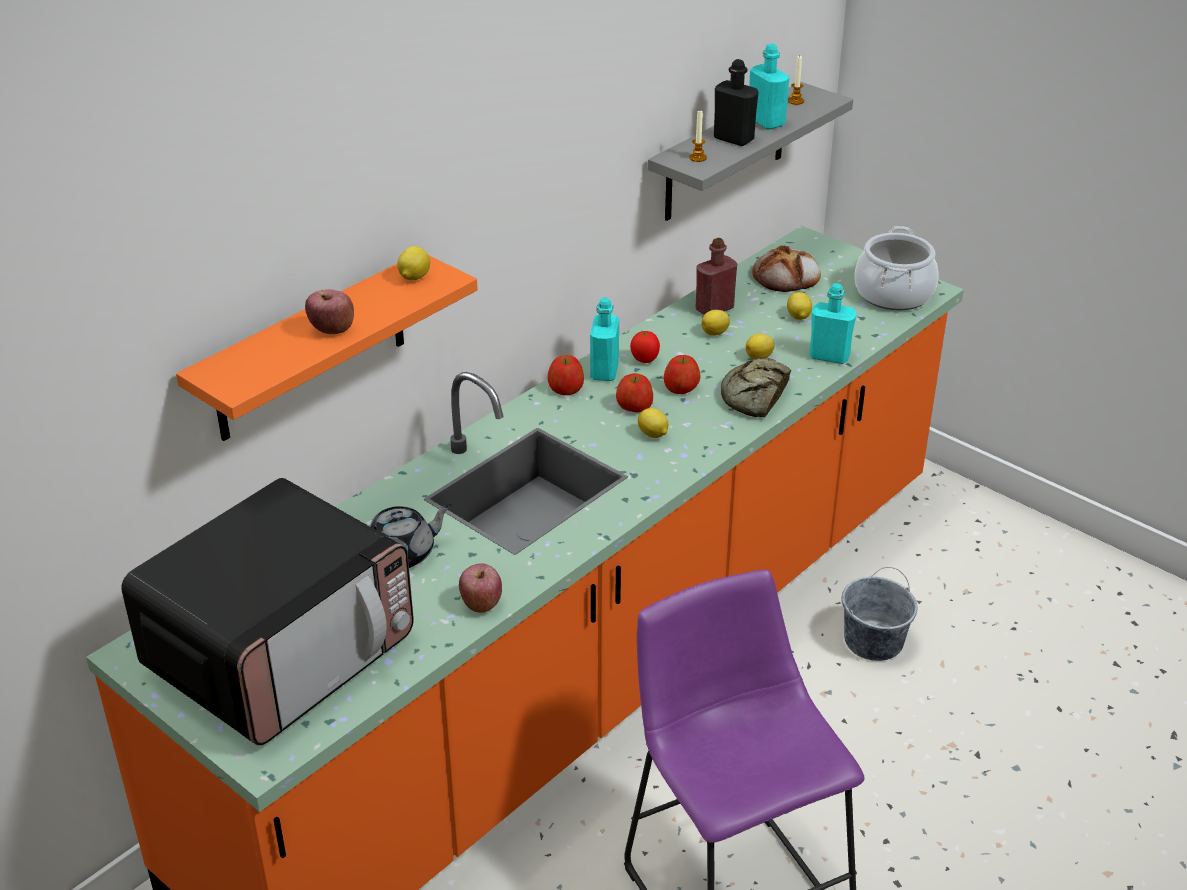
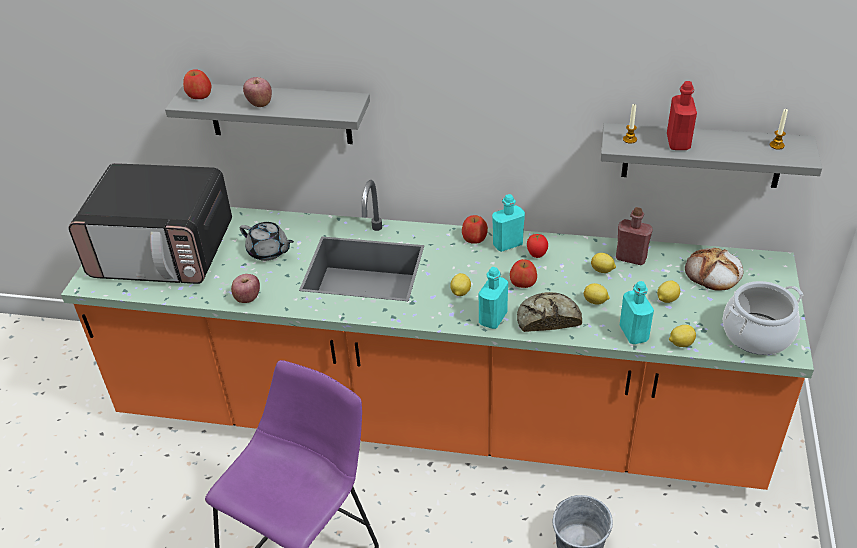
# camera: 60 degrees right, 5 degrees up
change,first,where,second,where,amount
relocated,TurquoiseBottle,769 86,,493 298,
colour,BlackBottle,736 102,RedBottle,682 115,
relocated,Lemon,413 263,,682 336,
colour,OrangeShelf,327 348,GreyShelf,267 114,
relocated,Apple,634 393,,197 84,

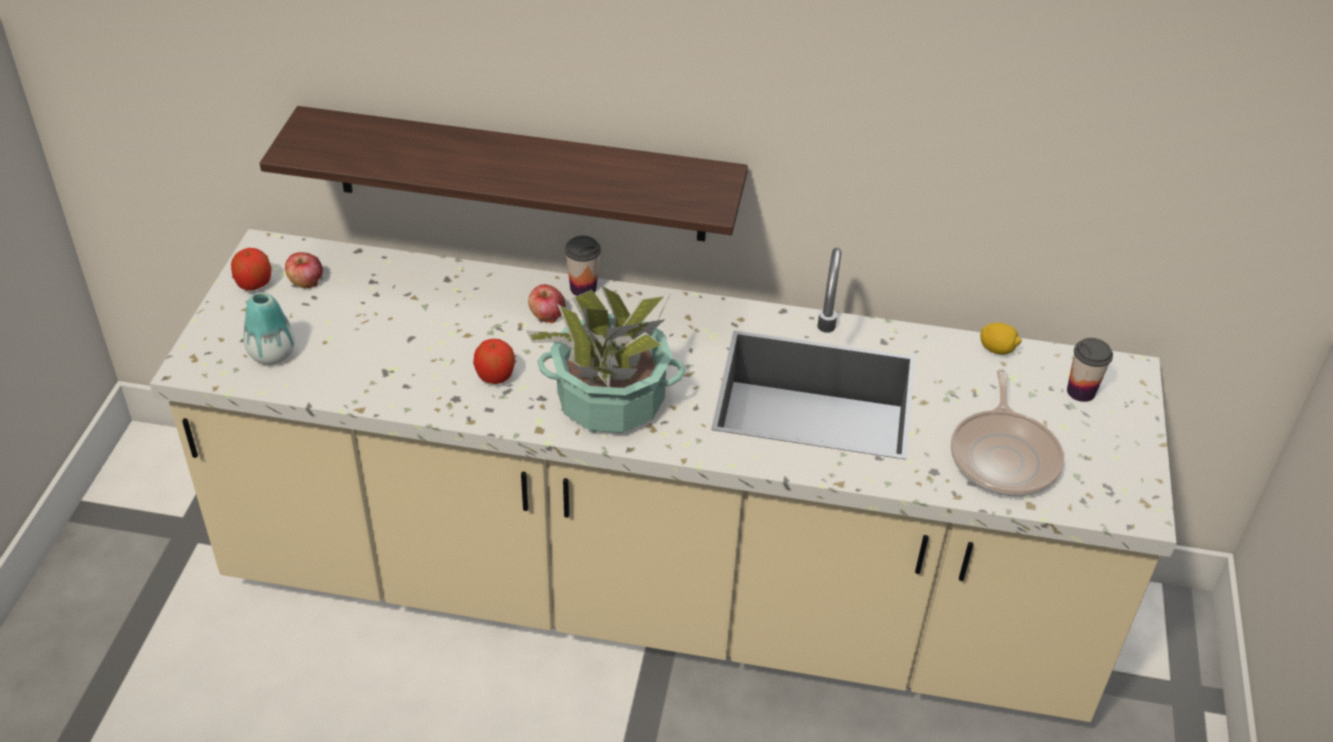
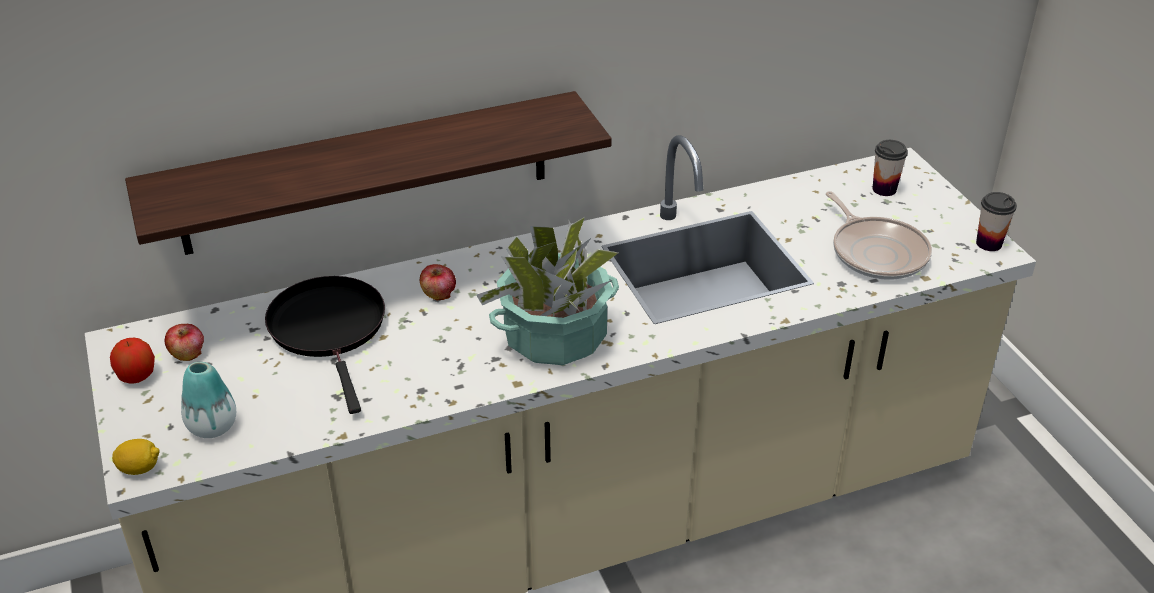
# camera: 30 degrees left, 5 degrees down
change,first,where,second,where,amount
relocated,Cup,583 266,,996 221,
relocated,Lemon,1001 339,,136 457,
missing,Apple,494 361,,,
appeared,,,BlackFryingPan,325 345,

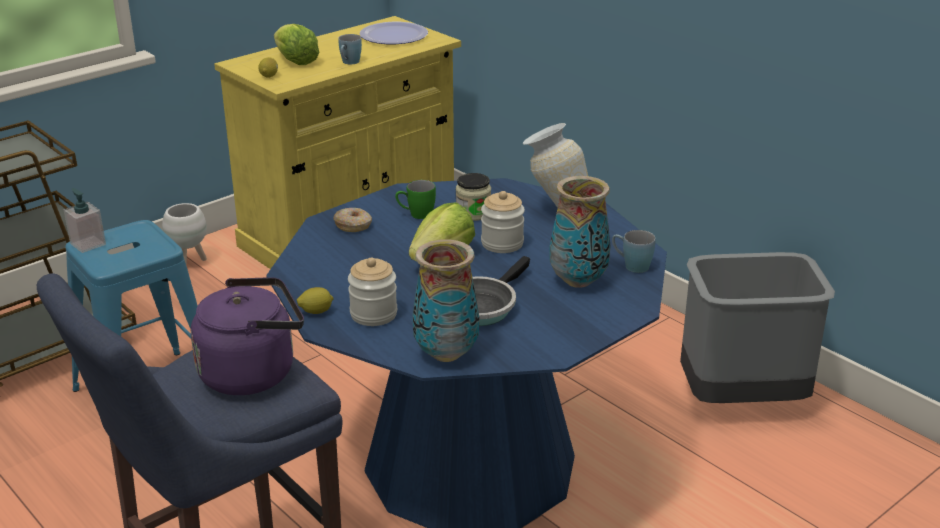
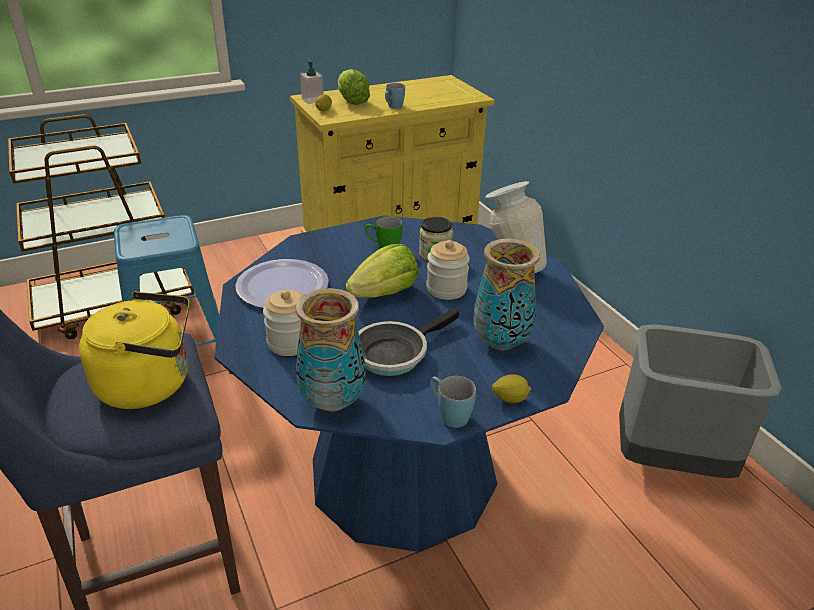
# camera: 15 degrees right, 5 degrees up
change,first,where,second,where,amount
relocated,Plate,394 33,,282 283,
relocated,SoapDispenser,85 220,,312 81,
missing,WhitePlanter,184 234,,,
missing,Donut,352 220,,,
relocated,BlueMug,634 251,,453 402,
colour,PurpleKettle,247 336,YellowKettle,134 350,
relocated,Lemon,315 300,,511 388,

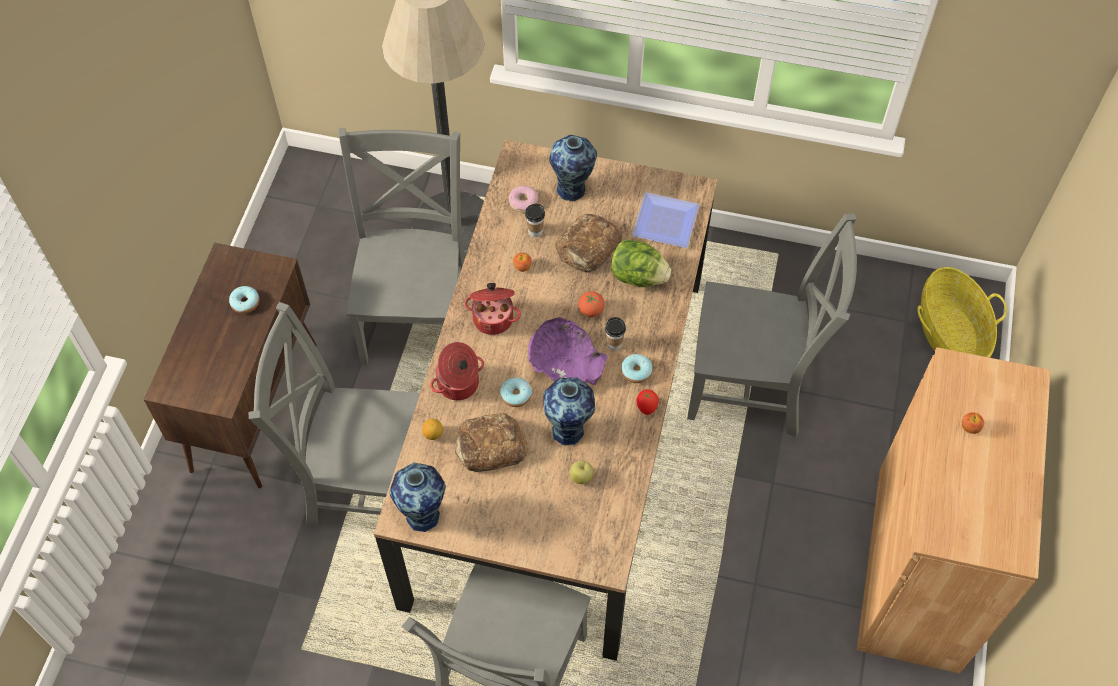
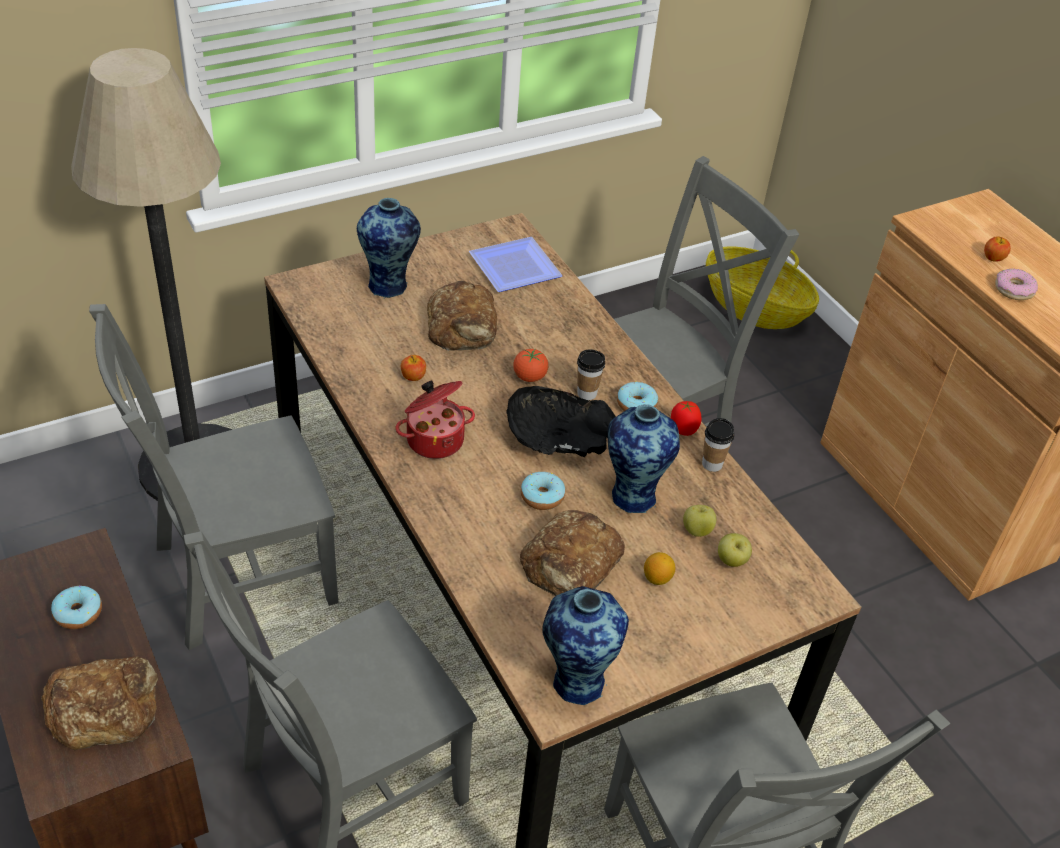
# camera: 45 degrees left, 15 degrees down
change,first,where,second,where,amount
spun,GreyChair,401 246,,213 477,75 degrees counterclockwise
relocated,Donut,523 199,,1016 284,
relocated,Cup,535 220,,718 445,
missing,Lettuce,641 263,,,
colour,PurpleBowl,568 351,BlackBowl,561 421,
missing,CookingPot,457 371,,,
relocated,Lemon,432 429,,659 568,
appeared,,,Apple,735 550,
appeared,,,Bread,99 703,

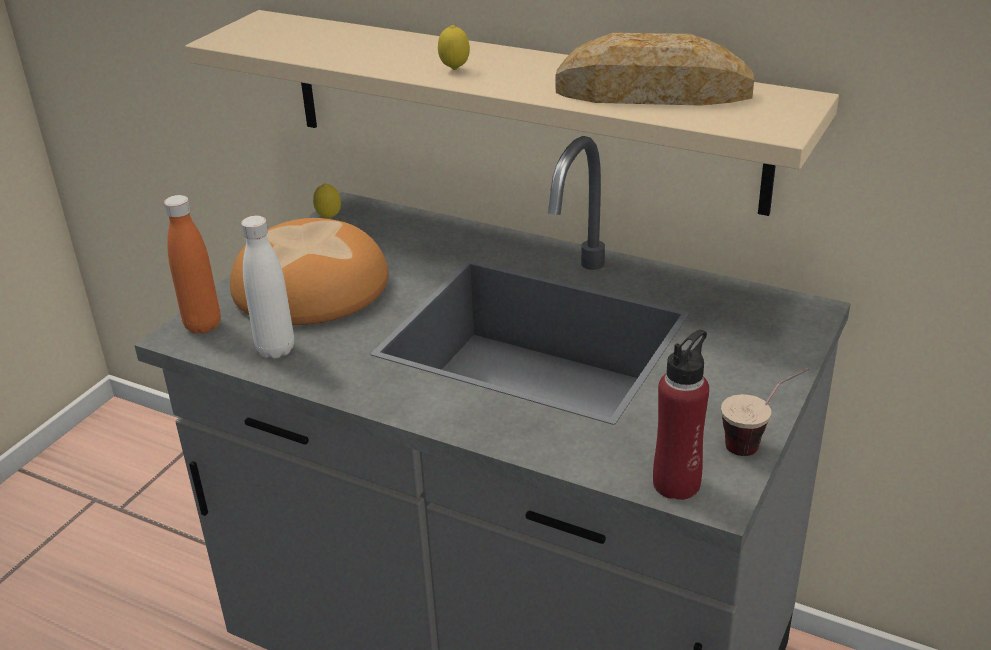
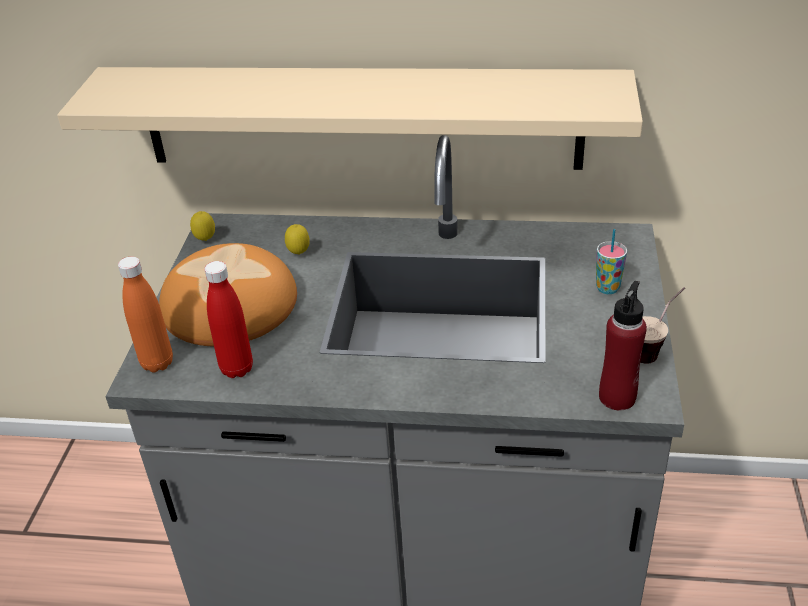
# camera: 20 degrees left, 5 degrees up
change,first,where,second,where,amount
relocated,Lemon,454 47,,297 239,
missing,Bread,655 69,,,
colour,WhiteBottle,267 287,RedBottle,228 319,
appeared,,,Cup,611 261,

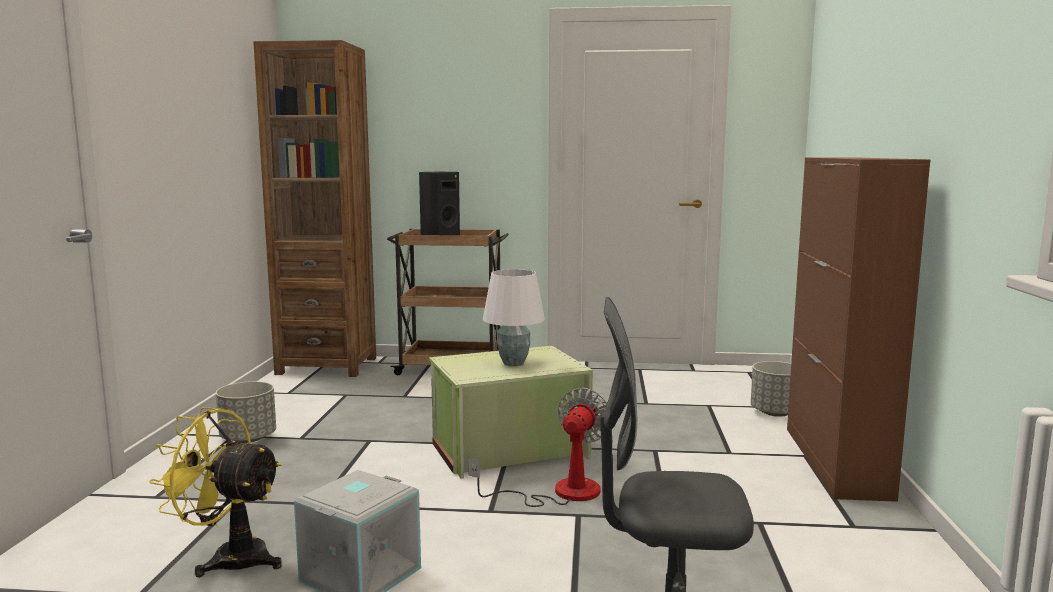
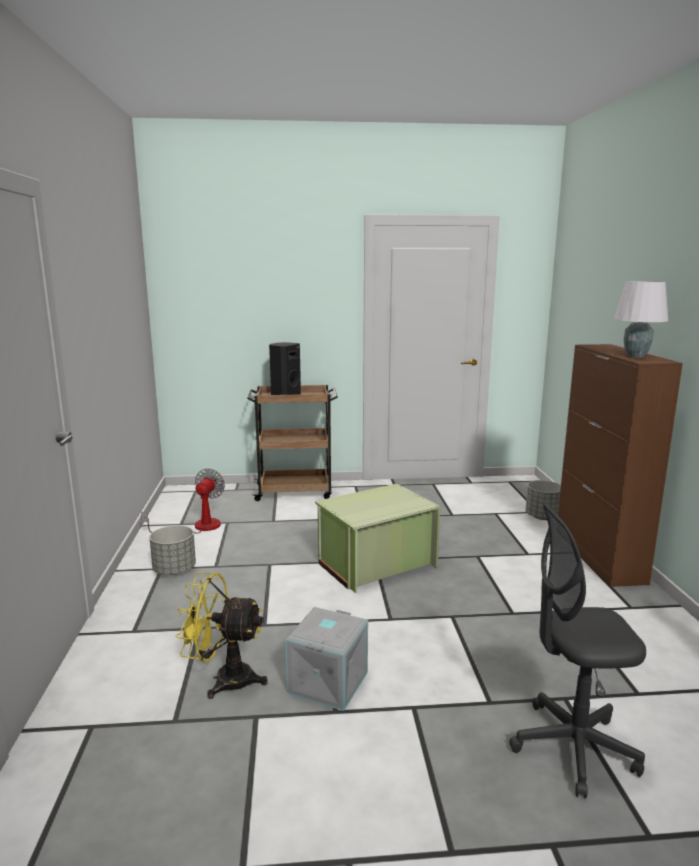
# camera: 10 degrees left, 5 degrees up
change,first,where,second,where,amount
missing,BrownBookcase,314 208,,,
relocated,WhiteTableLamp,514 317,,641 319,
relocated,Fan,537 447,,183 501,

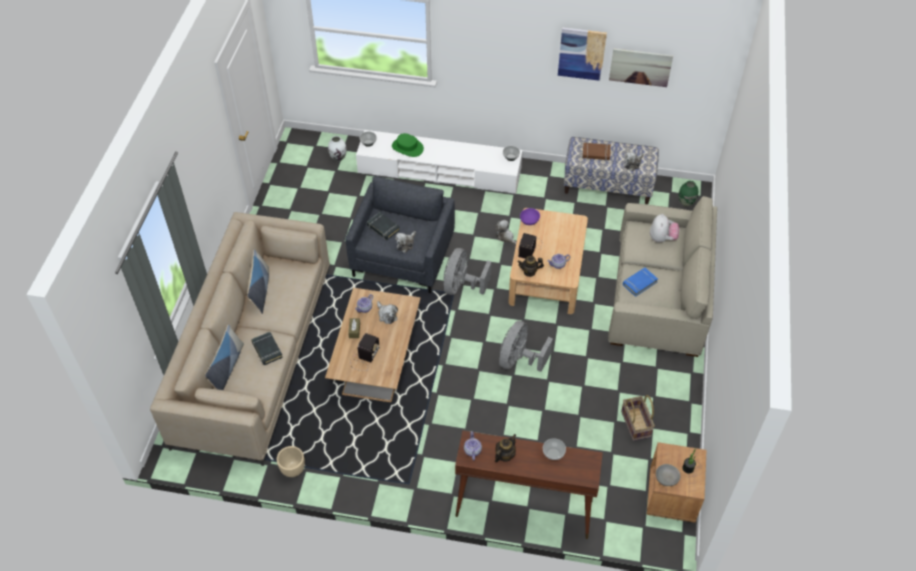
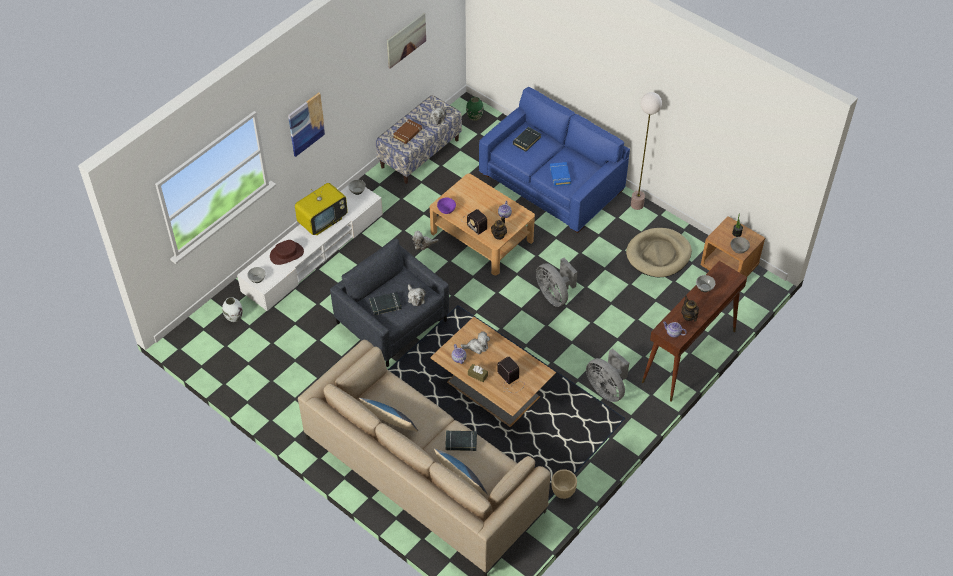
# camera: 60 degrees left, 0 degrees up
change,first,where,second,where,amount
relocated,Picture,582 54,,306 125,
colour,GreenHat,408 145,BrownHat,287 252,
colour,BeigeSofa,662 276,BlueSofa,554 160,
exchanged,PlushToy,664 228,BlackBook,527 139,
relocated,GreyFan,468 271,,607 375,
exchanged,Basket,638 418,BeigeDogBed,659 252,
appeared,,,FloorLamp,646 151,
appeared,,,Television,321 209,

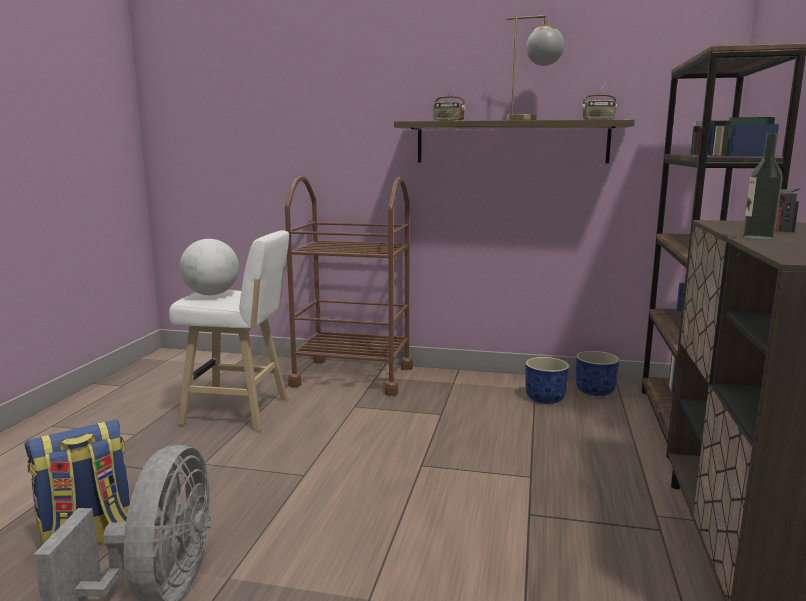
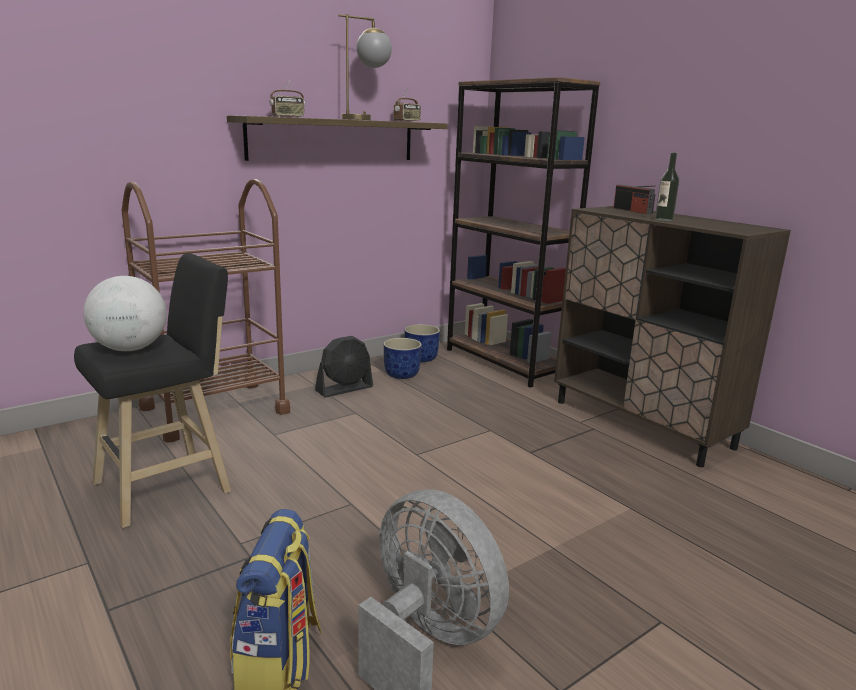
# camera: 50 degrees left, 5 degrees up
change,first,where,second,where,amount
colour,WhiteStool,229 330,BlackStool,152 390,
appeared,,,BlackFan,344 366,

